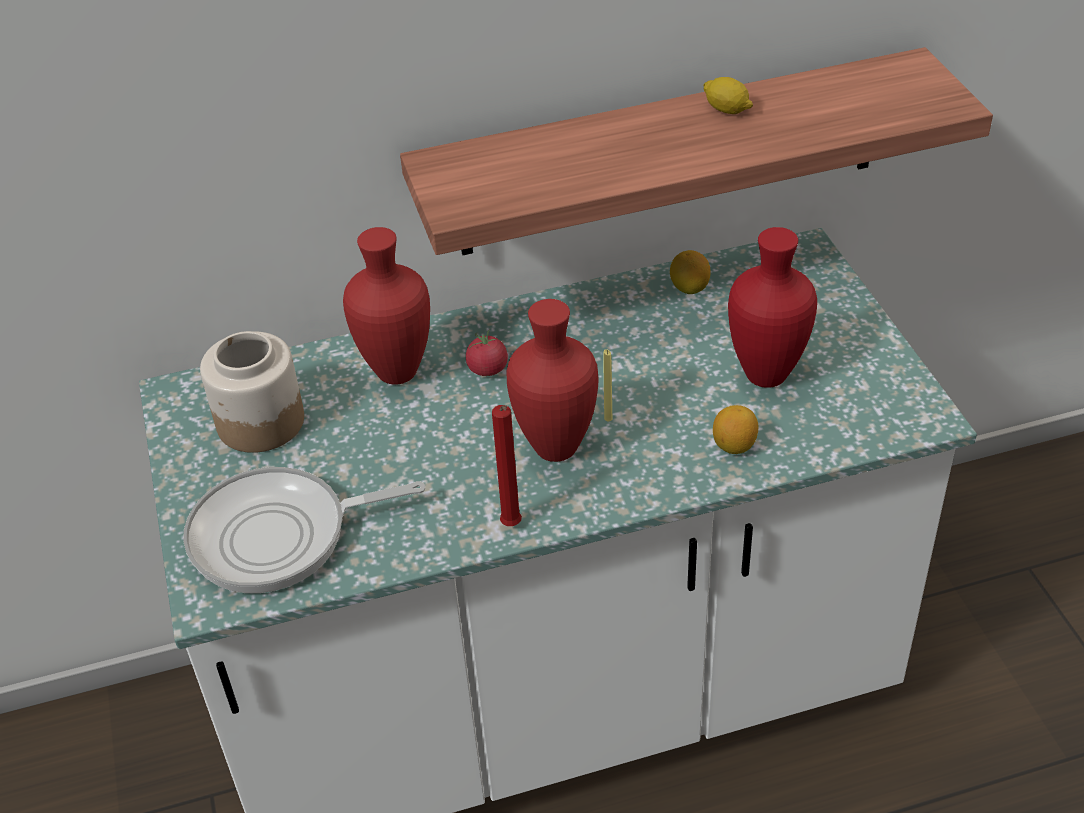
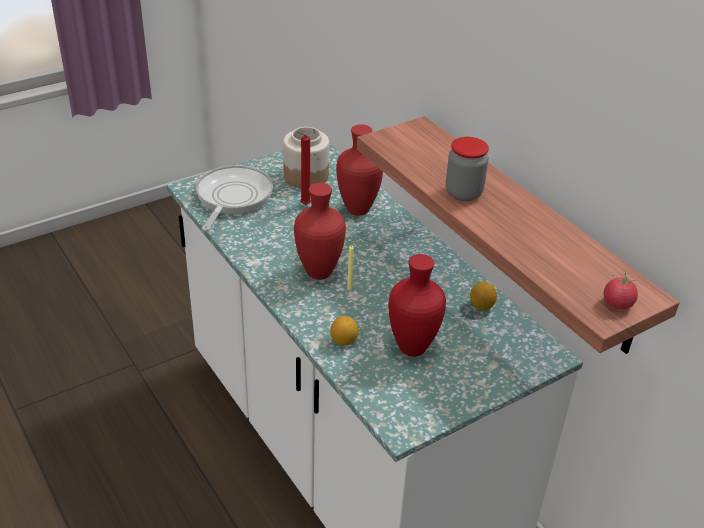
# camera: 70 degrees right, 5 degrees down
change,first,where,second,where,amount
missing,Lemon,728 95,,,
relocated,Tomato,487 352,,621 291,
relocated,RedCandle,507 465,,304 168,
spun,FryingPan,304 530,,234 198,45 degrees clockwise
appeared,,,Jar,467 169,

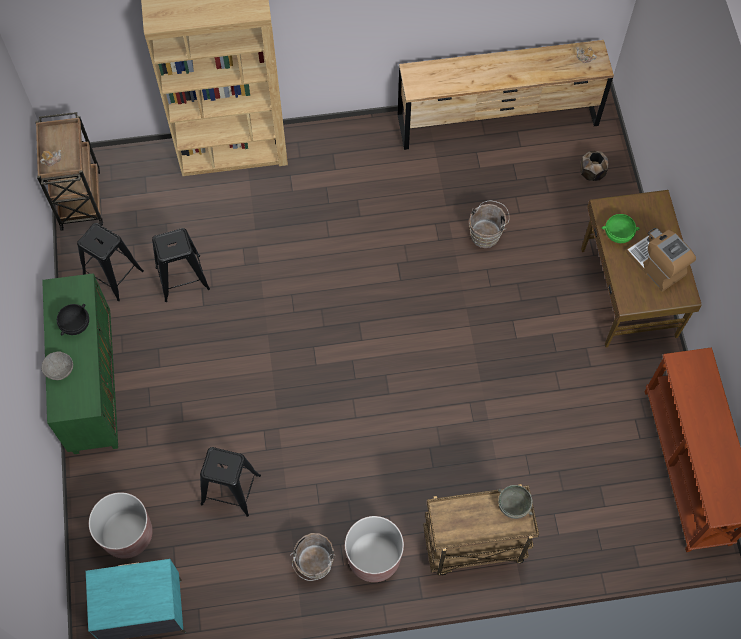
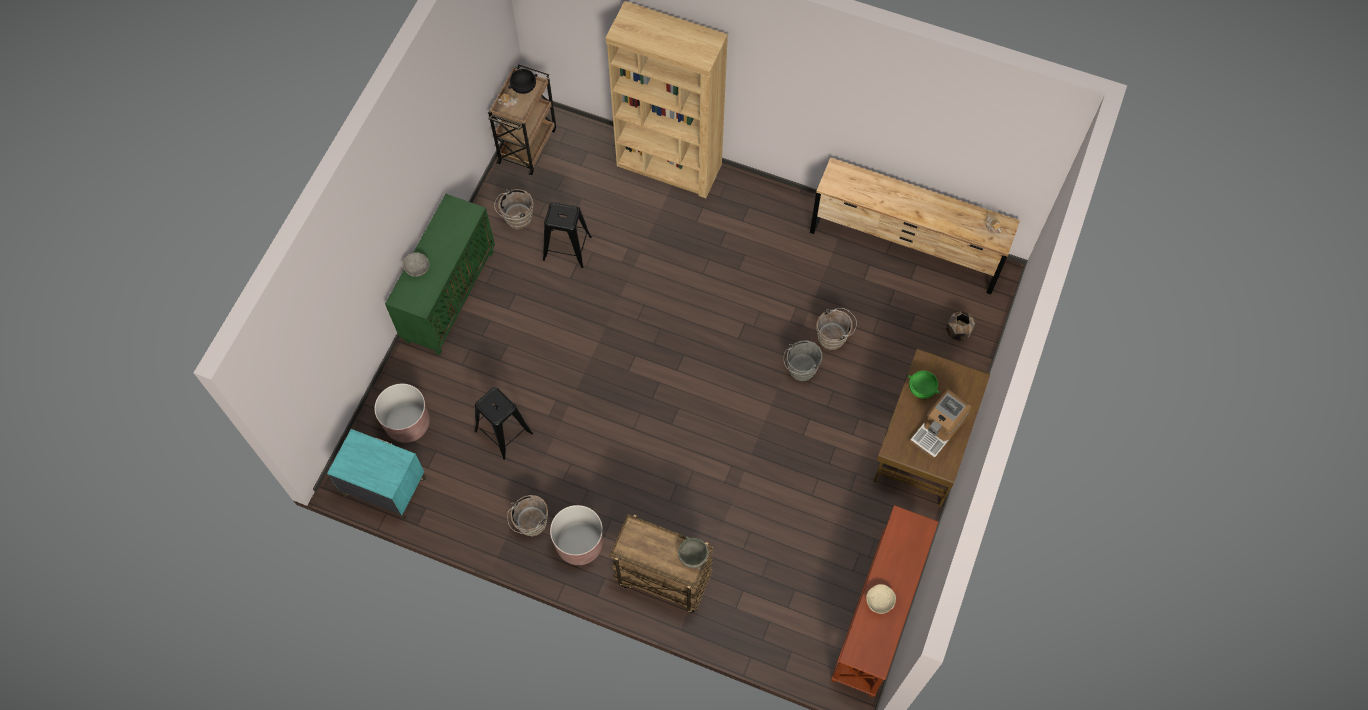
# camera: 30 degrees right, 0 degrees up
change,first,where,second,where,amount
exchanged,BlackStool,110 262,BrownBucket,513 209,
spun,CoffeeMachine,661 260,,940 424,135 degrees counterclockwise
relocated,BlackBowl,73 319,,522 81,
appeared,,,GreyBucket,802 361,
appeared,,,BeigeBowl,881 599,

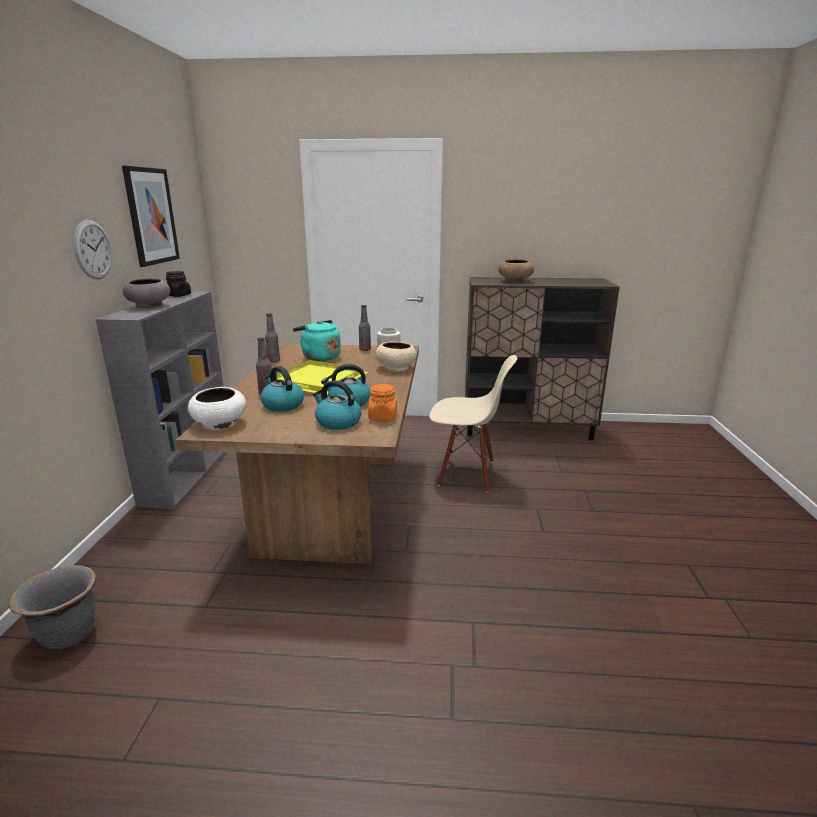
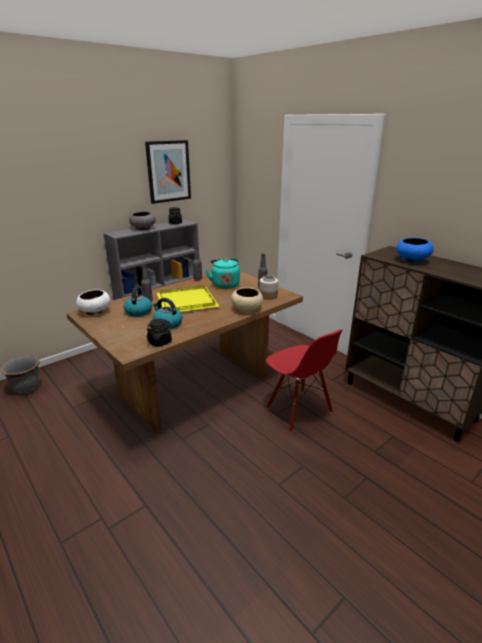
# camera: 45 degrees right, 5 degrees up
change,first,where,second,where,amount
missing,WallClock,93 249,,,
colour,BrownBowl,516 271,BlueBowl,415 250,
colour,BeigeChair,473 423,RedChair,304 381,
missing,Kettle,337 405,,,
colour,OrangeJar,382 402,BlackJar,159 333,

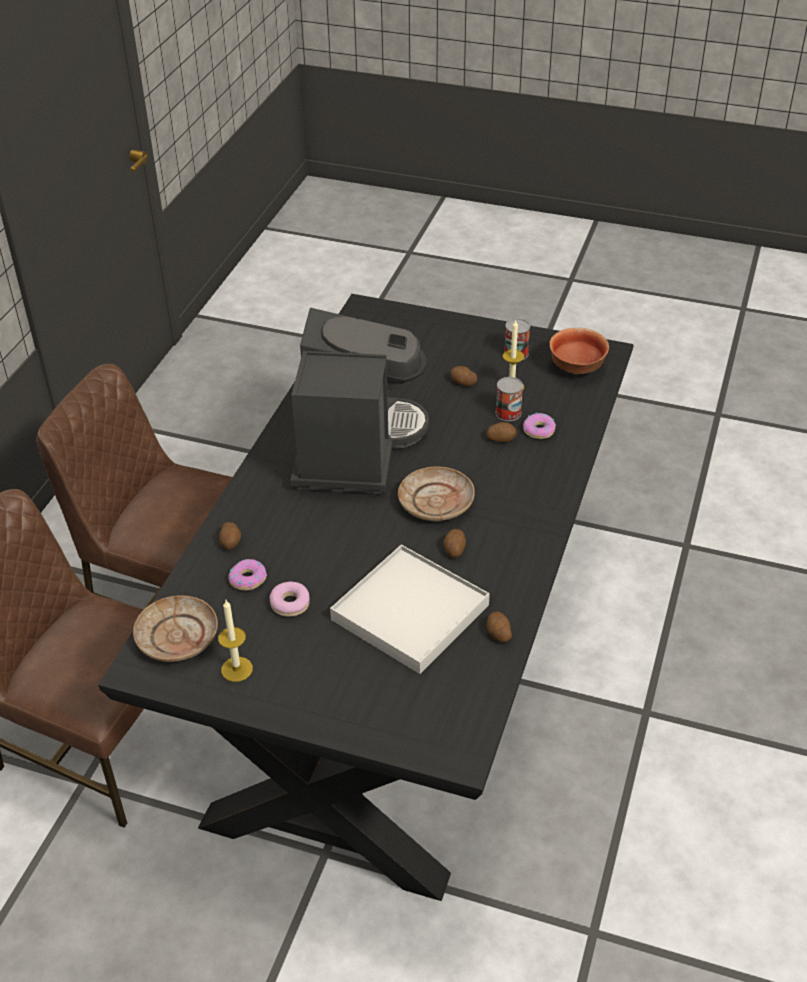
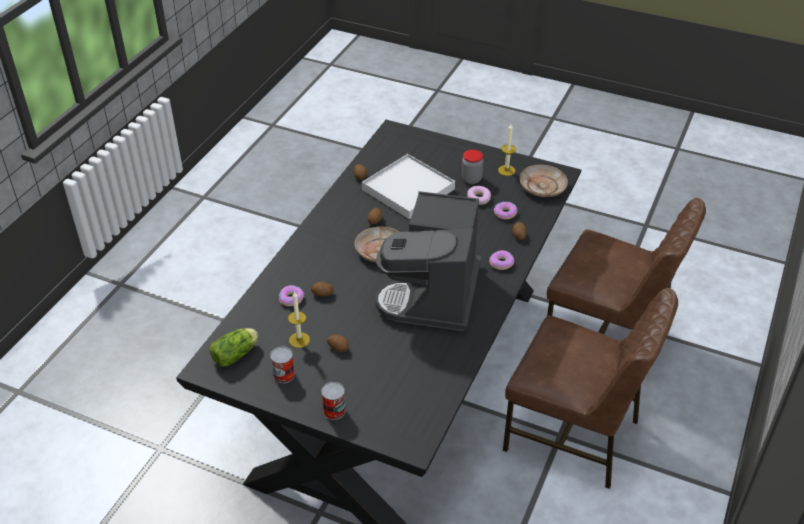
# camera: 175 degrees left, 0 degrees up
change,first,where,second,where,amount
exchanged,Bowl,579 351,Lettuce,233 347,
relocated,Can,509 399,,333 401,
appeared,,,Jar,472 167,
appeared,,,Donut,501 260,

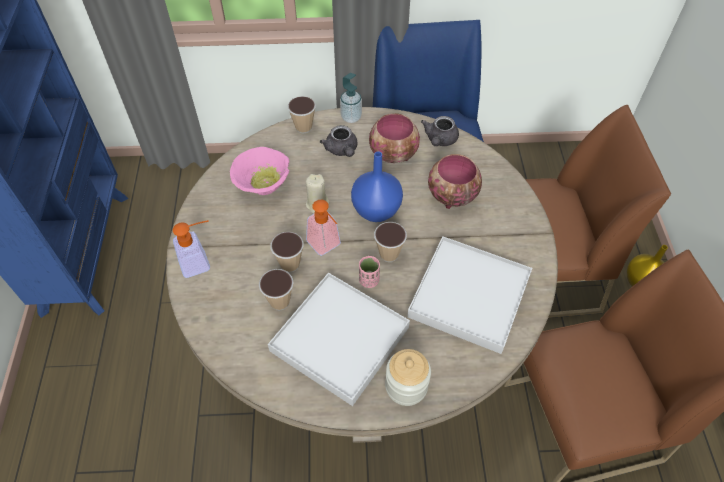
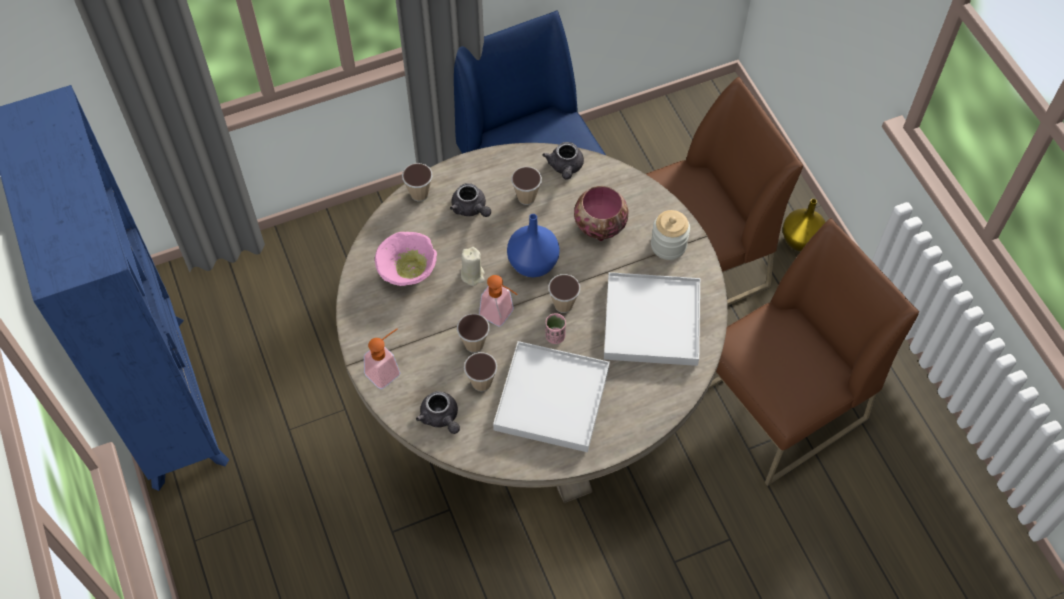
# camera: 20 degrees left, 5 degrees up
change,first,where,second,where,amount
missing,SoapDispenser,351 98,,,
exchanged,Bowl,394 138,Cup,526 186,
relocated,Jar,408 377,,670 235,
appeared,,,GreyTeapot,438 412,

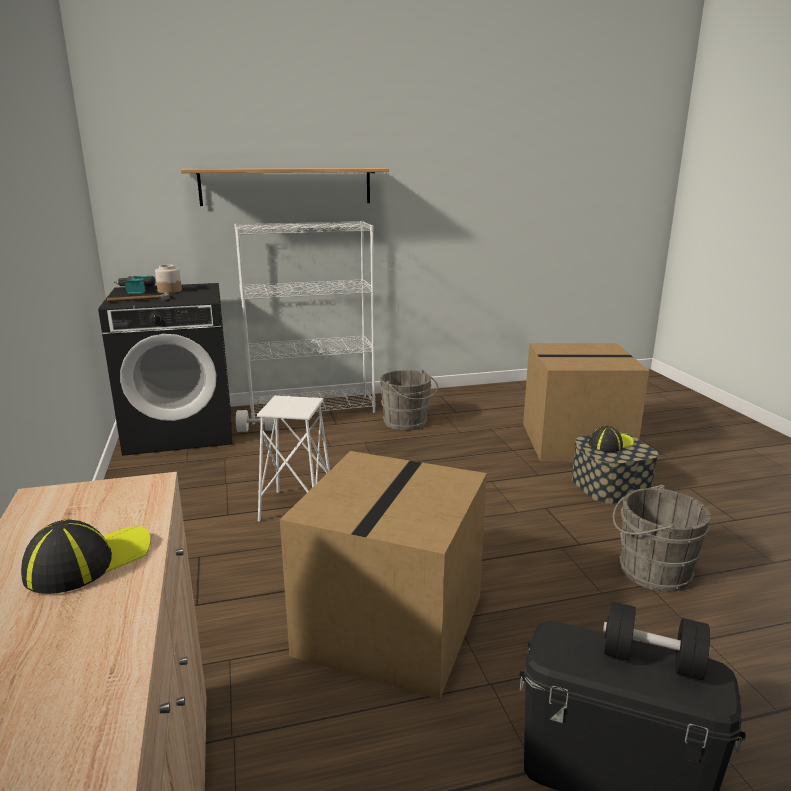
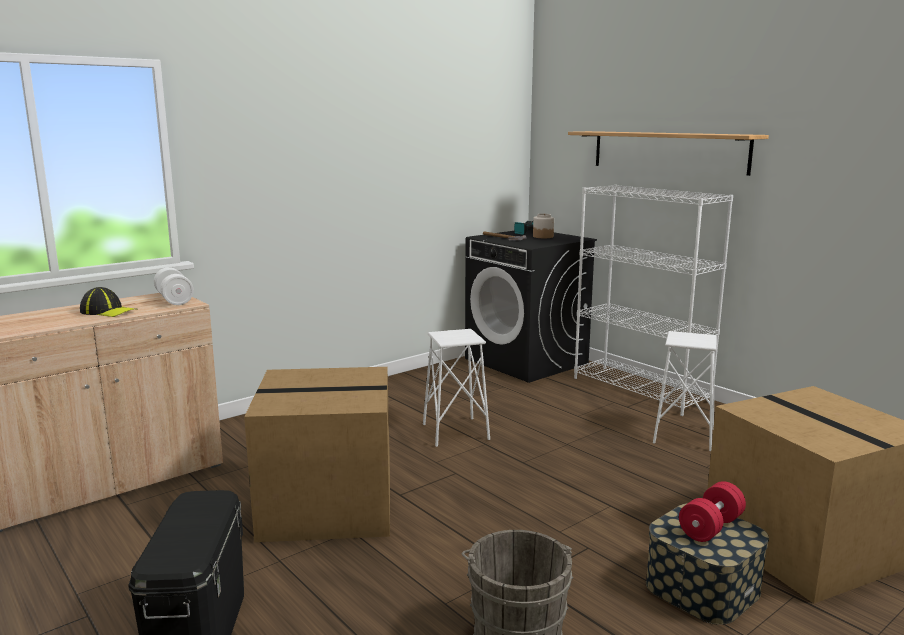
# camera: 65 degrees right, 5 degrees down
change,first,where,second,where,amount
exchanged,GreyBucket,408 400,WhiteStool,685 391,
relocated,WhiteDumbbell,256 421,,174 286,
exchanged,Cap,611 439,RedDumbbell,712 511,
missing,BlackDumbbell,657 640,,,

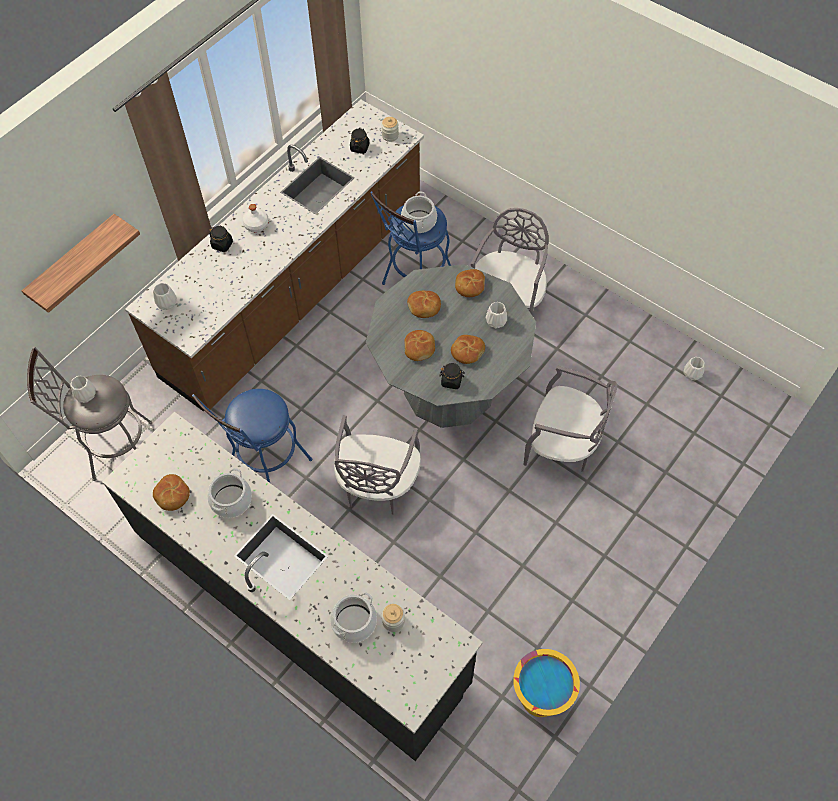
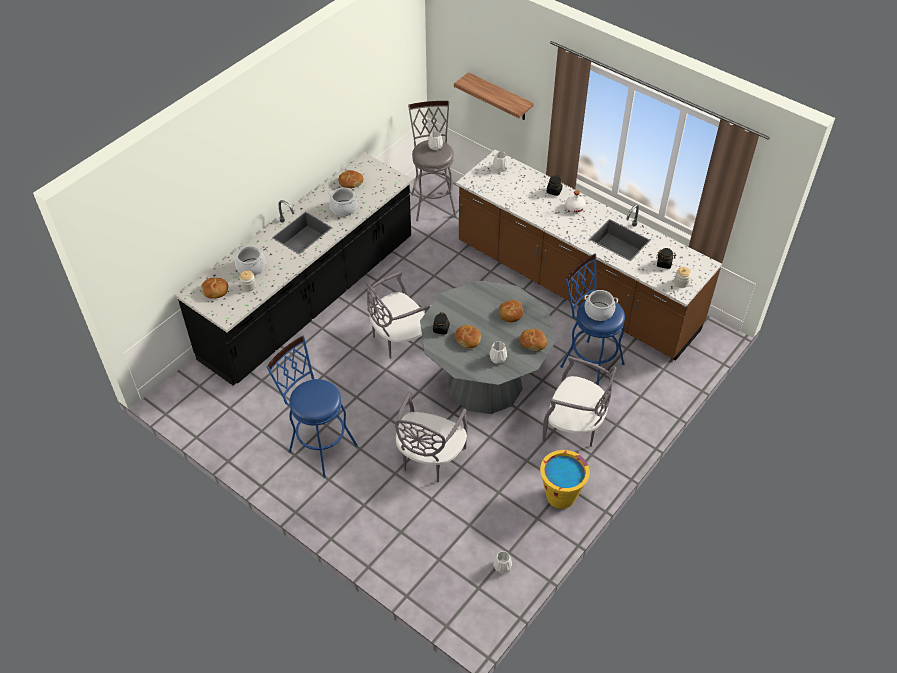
# camera: 90 degrees right, 10 degrees down
change,first,where,second,where,amount
relocated,Bread,419 345,,215 288,
relocated,BlueStool,252 436,,312 407,
spun,GreyChair,377 465,,398 315,45 degrees counterclockwise
relocated,YellowBucket,546 683,,565 479,

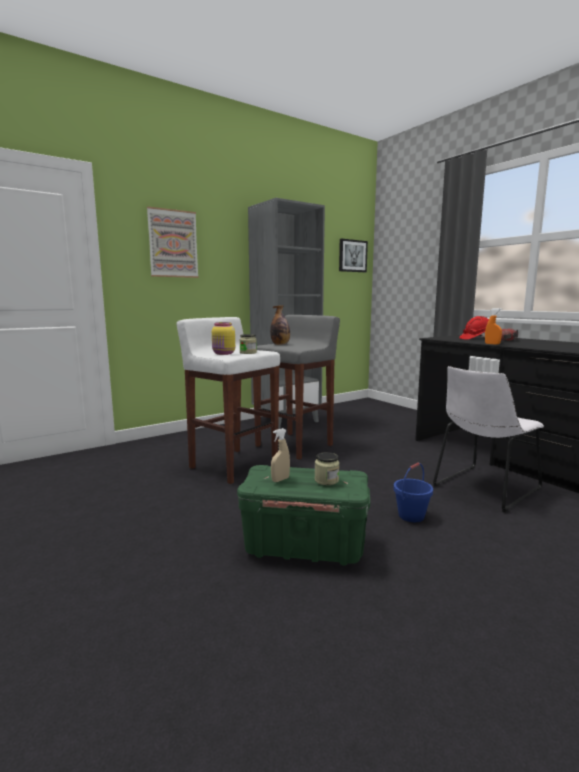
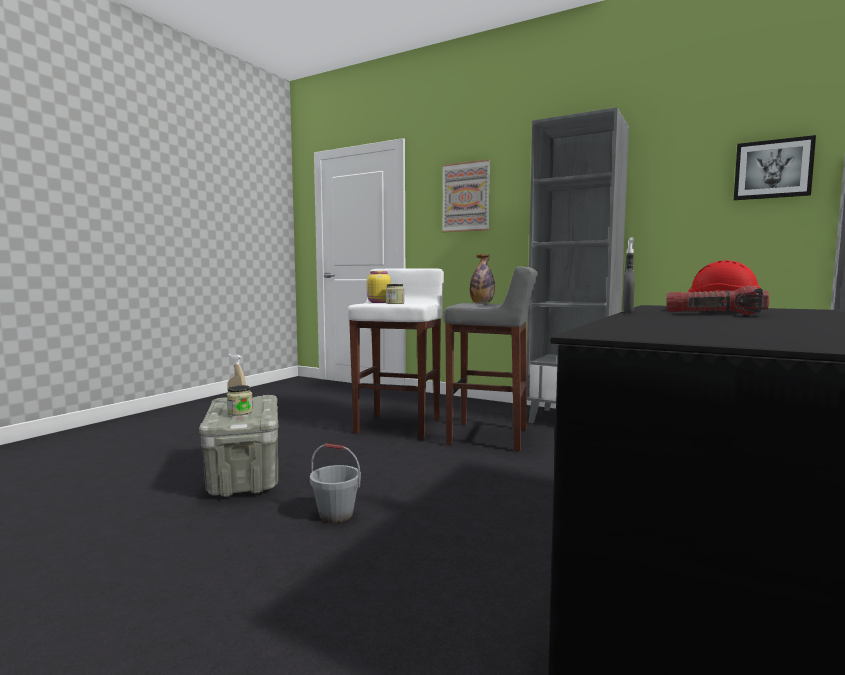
# camera: 65 degrees right, 5 degrees down
change,first,where,second,where,amount
colour,OrangeSprayBottle,493 326,GreySprayBottle,628 275,
missing,WhiteChair,488 439,,,
colour,BlueBucket,413 492,GreyBucket,335 483,
colour,GreenStorageBox,303 515,GreyStorageBox,239 446,

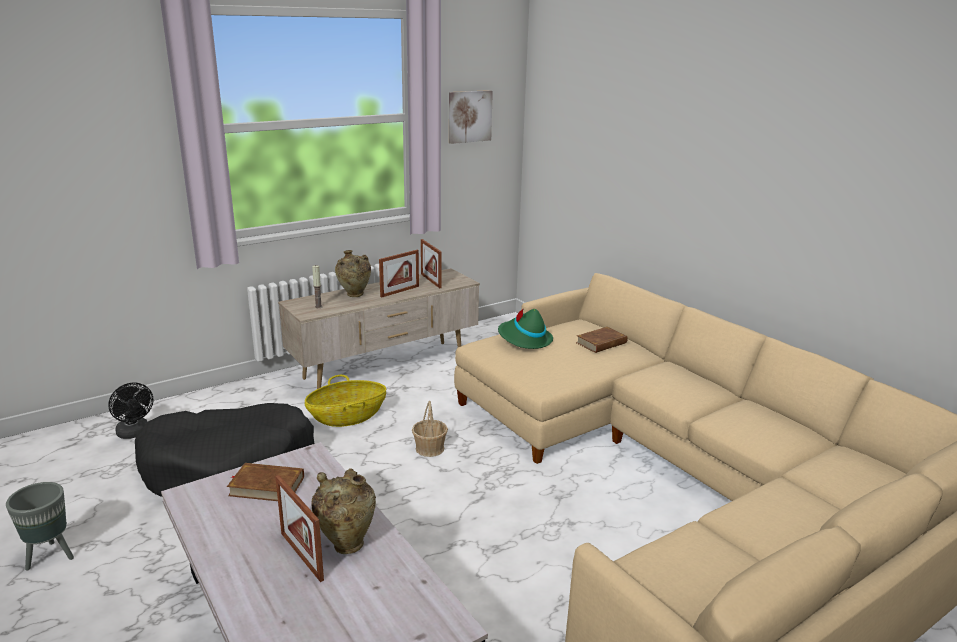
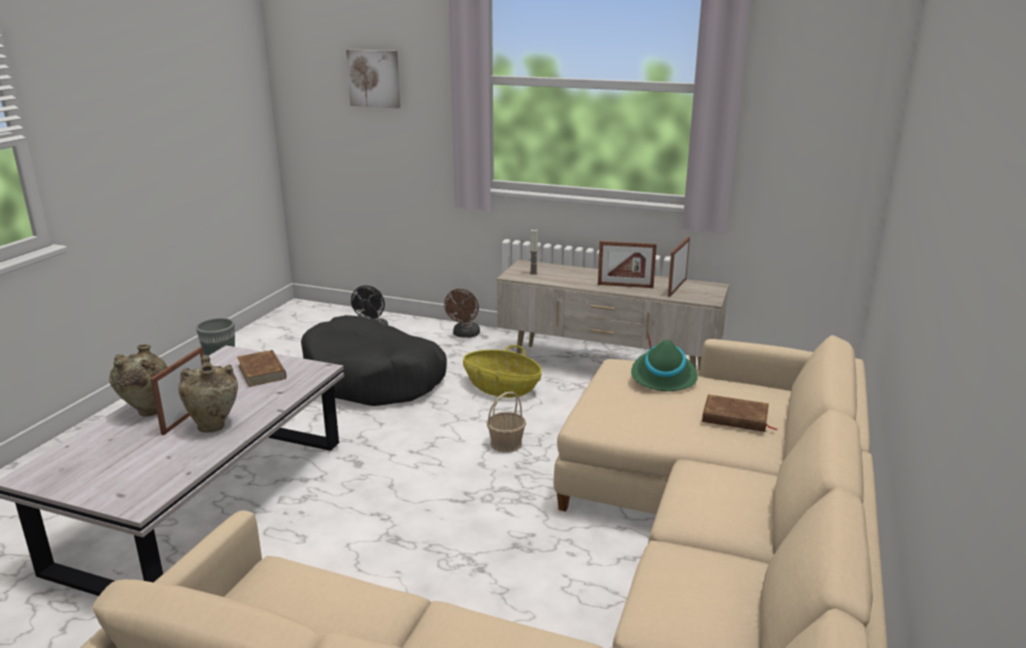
# camera: 55 degrees right, 0 degrees up
change,first,where,second,where,amount
relocated,Picture,471 117,,373 78,
relocated,BeigeVase,353 273,,138 381,
appeared,,,BrownFan,462 313,

